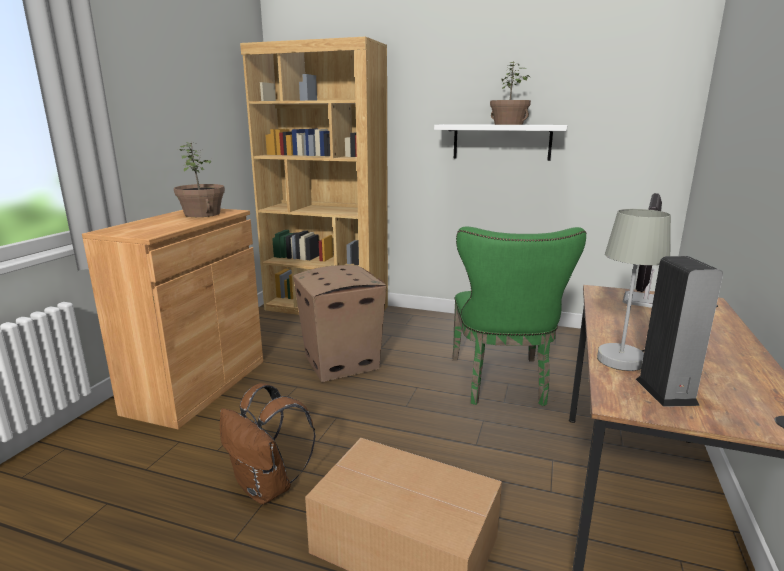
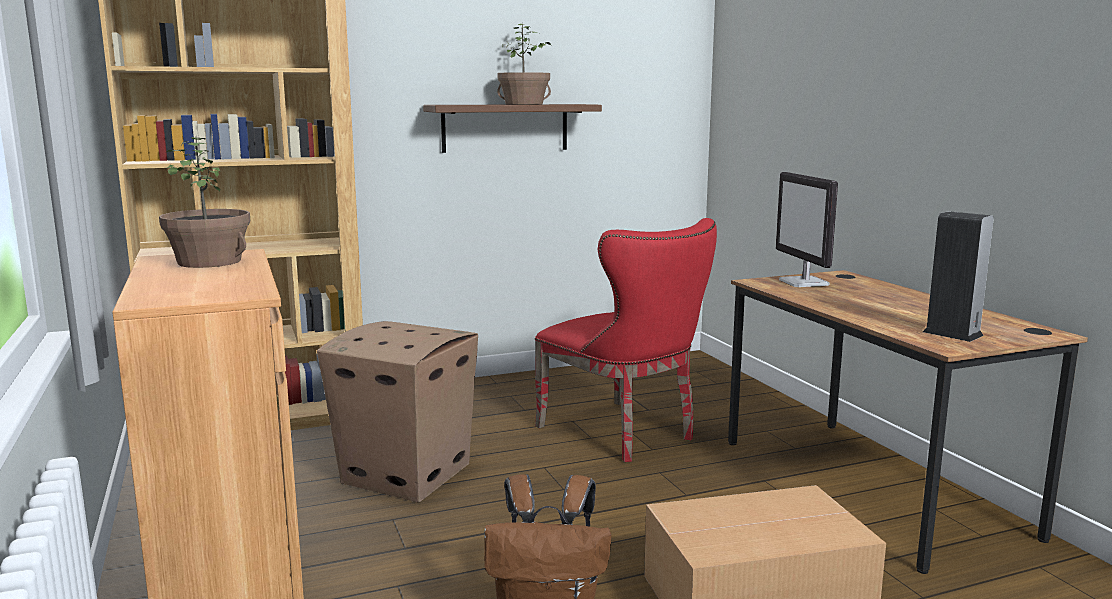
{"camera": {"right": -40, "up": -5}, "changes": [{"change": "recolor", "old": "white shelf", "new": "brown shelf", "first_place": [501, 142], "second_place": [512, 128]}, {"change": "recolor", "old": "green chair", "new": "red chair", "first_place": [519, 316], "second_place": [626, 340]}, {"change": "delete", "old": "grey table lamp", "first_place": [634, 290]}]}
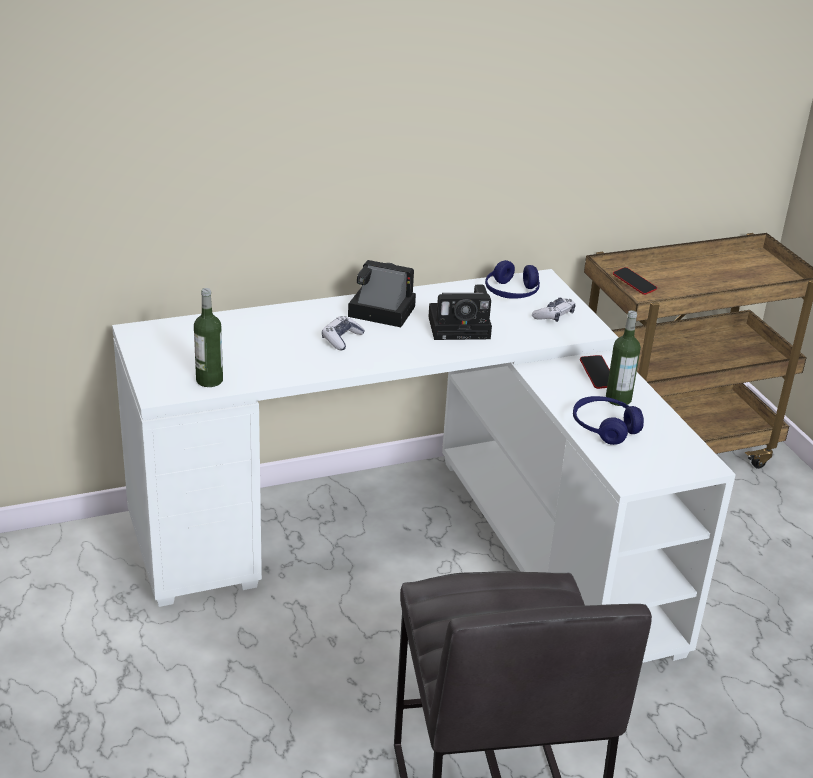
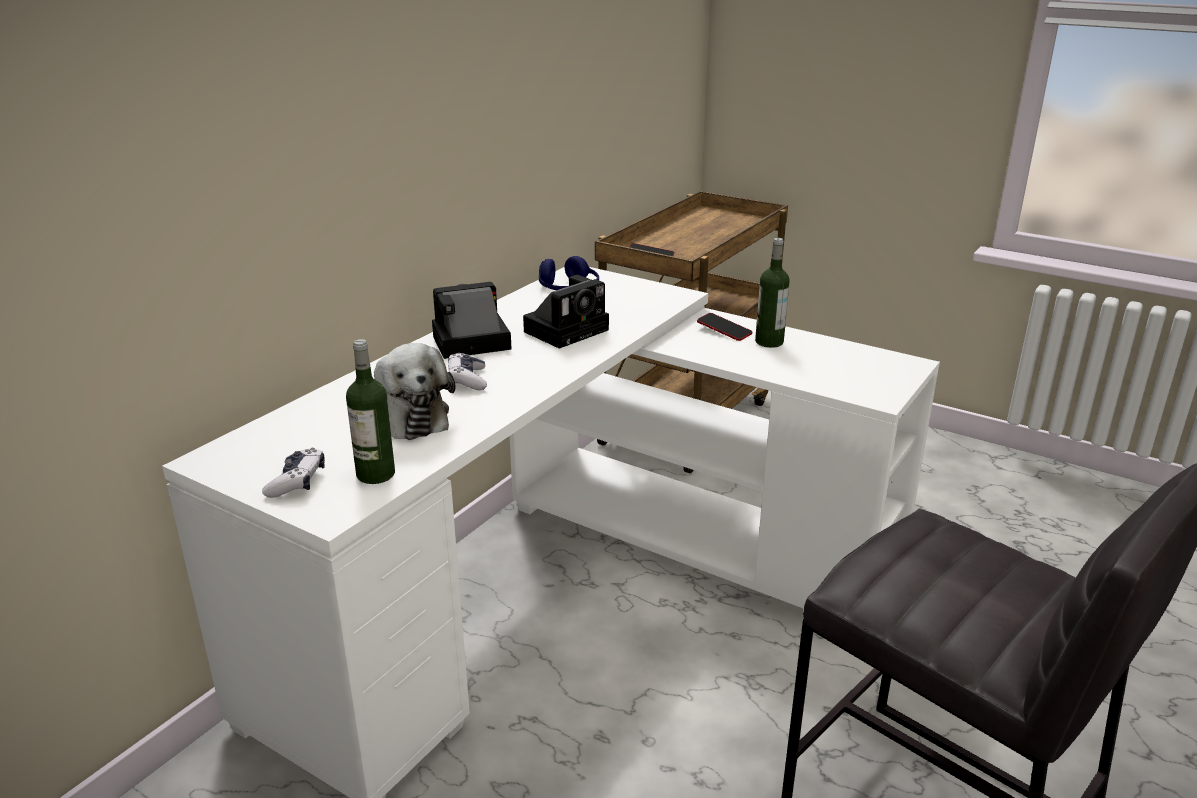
{"camera": {"right": -35, "up": -5}, "changes": [{"change": "move", "old": "game controller", "first_place": [554, 309], "second_place": [293, 473]}, {"change": "insert", "new": "plush toy", "second_place": [415, 391]}, {"change": "delete", "old": "blue headphones", "first_place": [608, 420]}]}
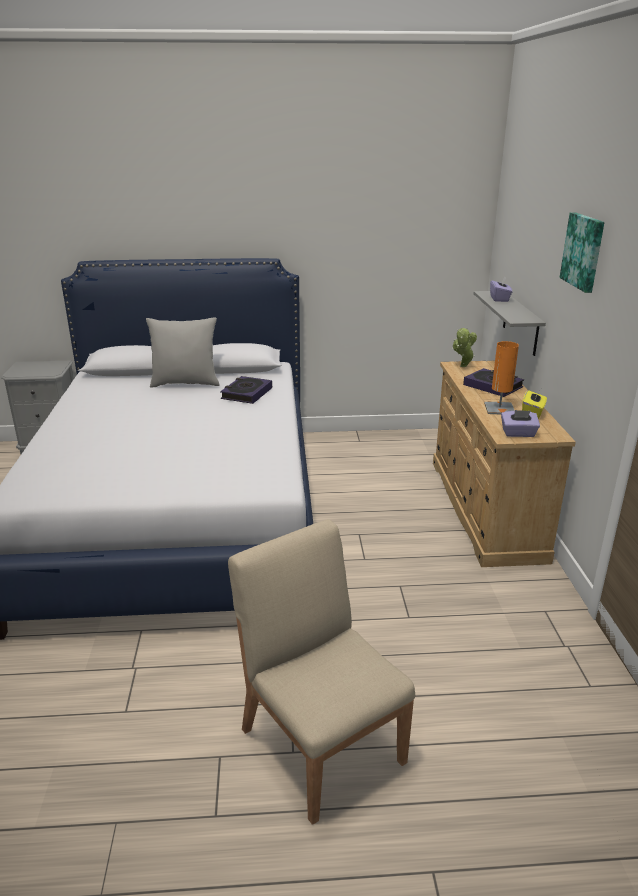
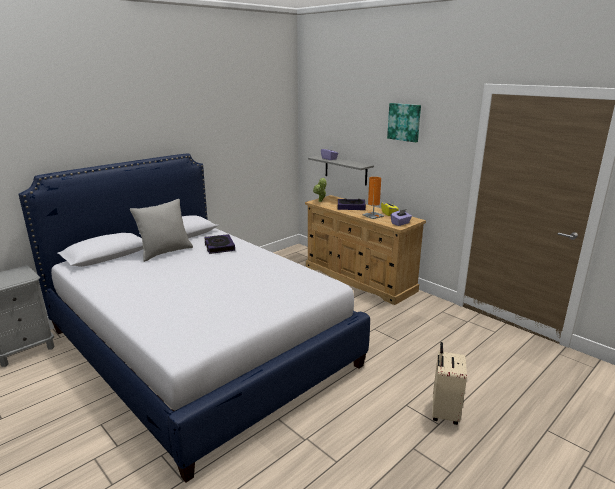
{"camera": {"right": -40, "up": -5}, "changes": [{"change": "replace", "old": "beige chair", "new": "beige suitcase", "first_place": [321, 672], "second_place": [449, 383]}]}
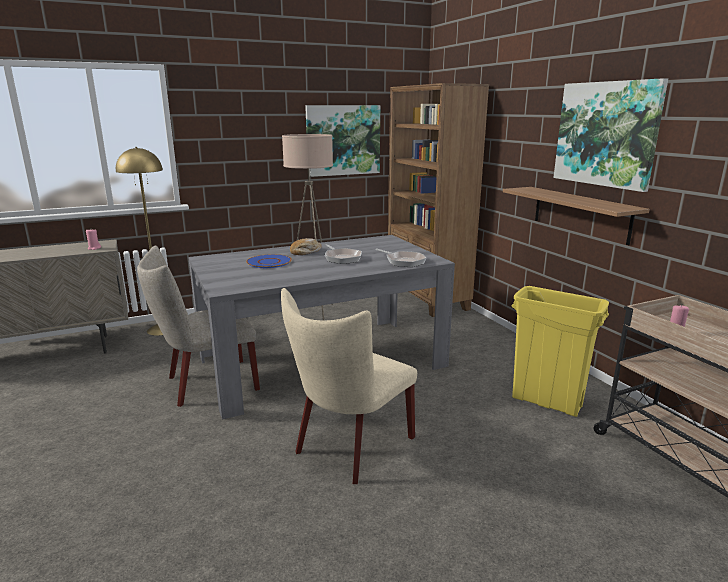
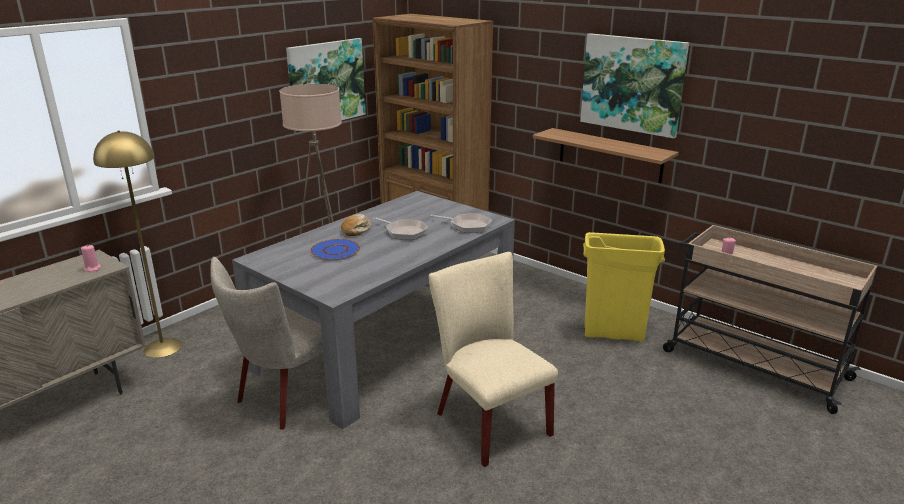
{"camera": {"right": -25, "up": 5}, "changes": [{"change": "rotate", "old": "beige chair", "first_place": [349, 386], "second_place": [493, 359], "degrees": 135}]}
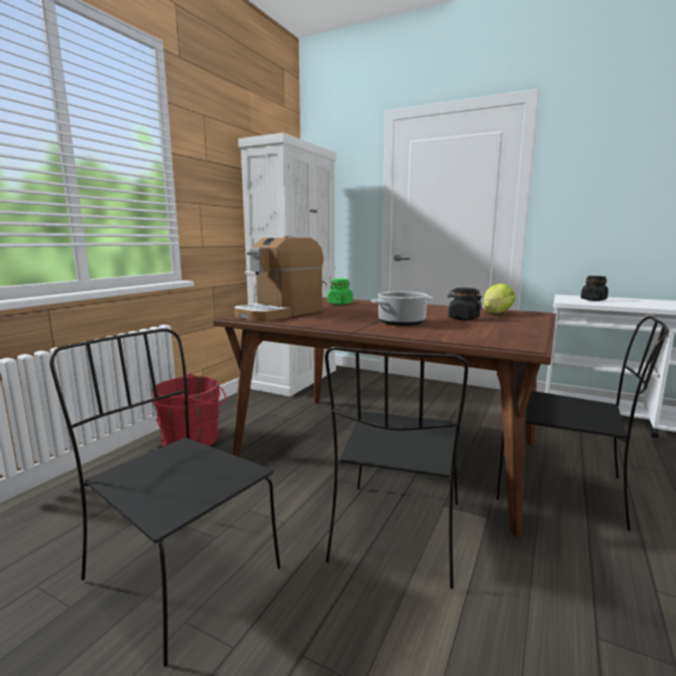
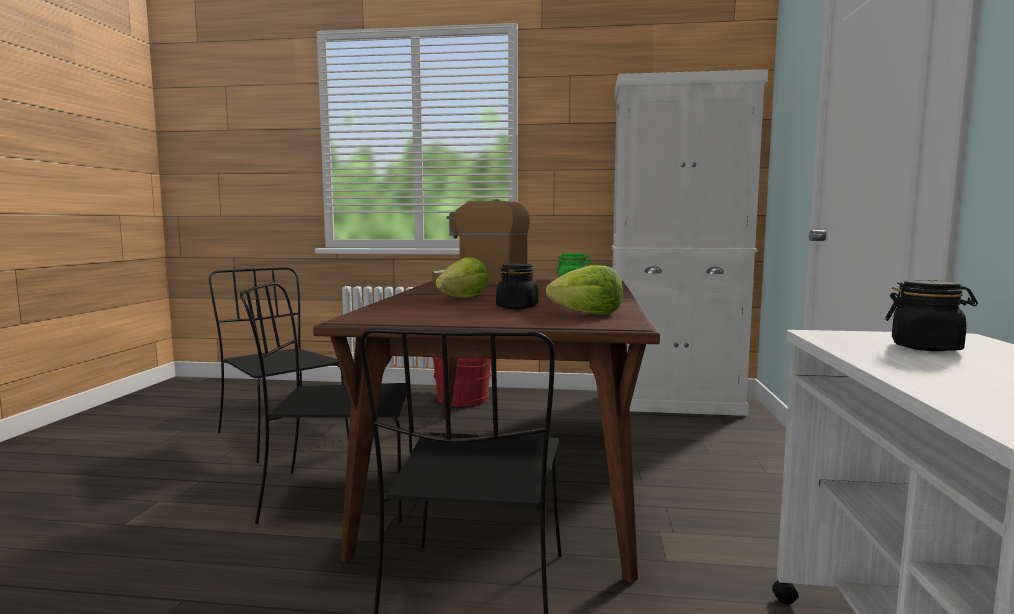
{"camera": {"right": 70, "up": -5}, "changes": [{"change": "rotate", "old": "black chair", "first_place": [165, 497], "second_place": [279, 365], "degrees": -60}, {"change": "replace", "old": "cooking pot", "new": "lettuce", "first_place": [402, 308], "second_place": [462, 277]}]}
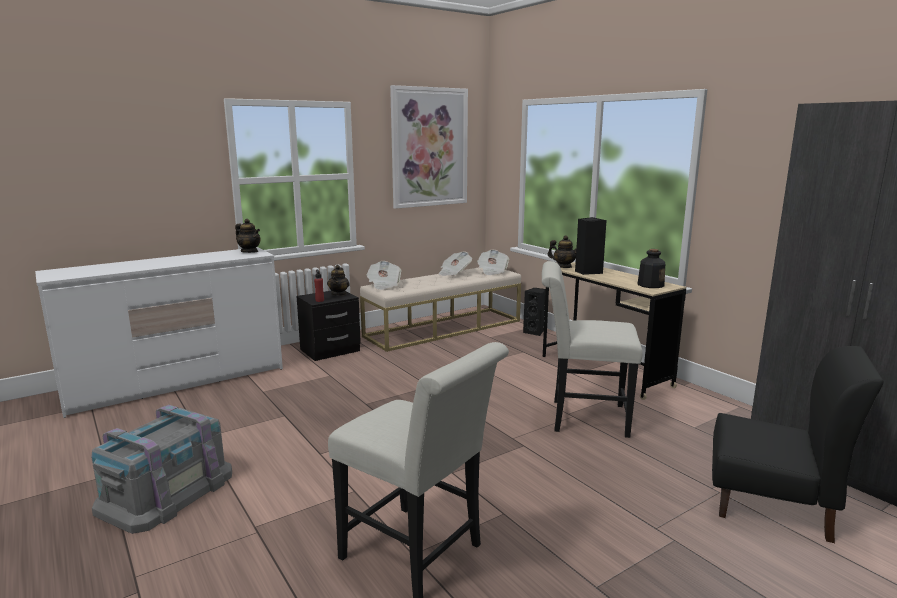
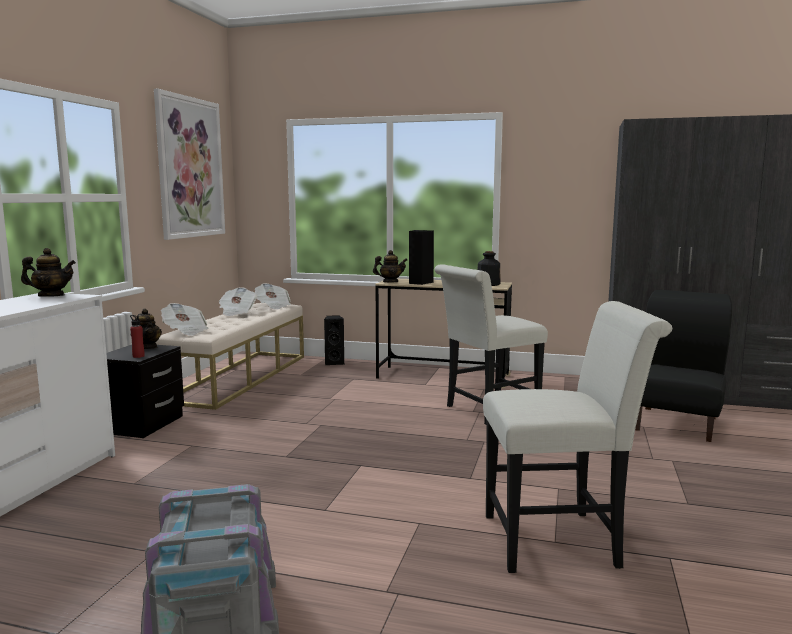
{"camera": {"right": -40, "up": -5}, "changes": [{"change": "rotate", "old": "black chair", "first_place": [798, 444], "second_place": [683, 366], "degrees": -45}]}
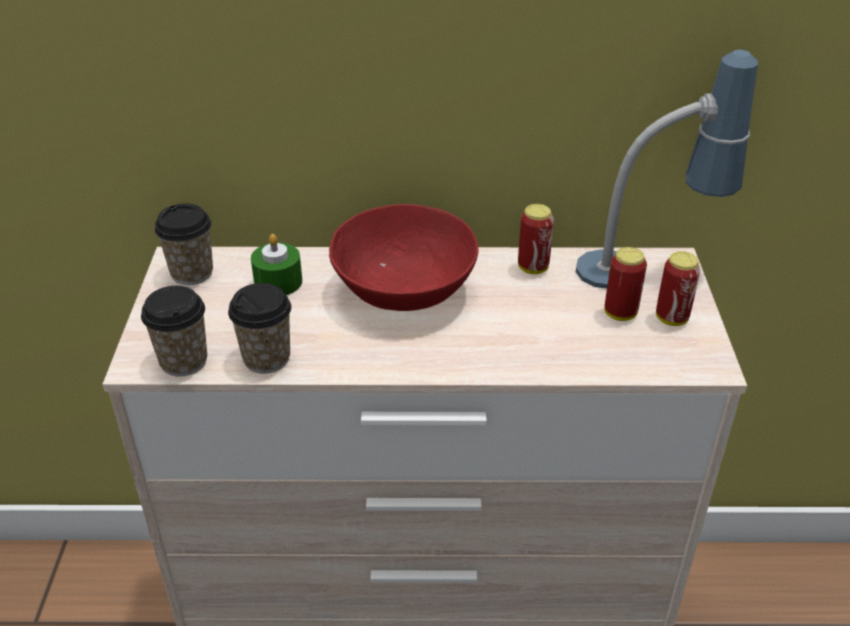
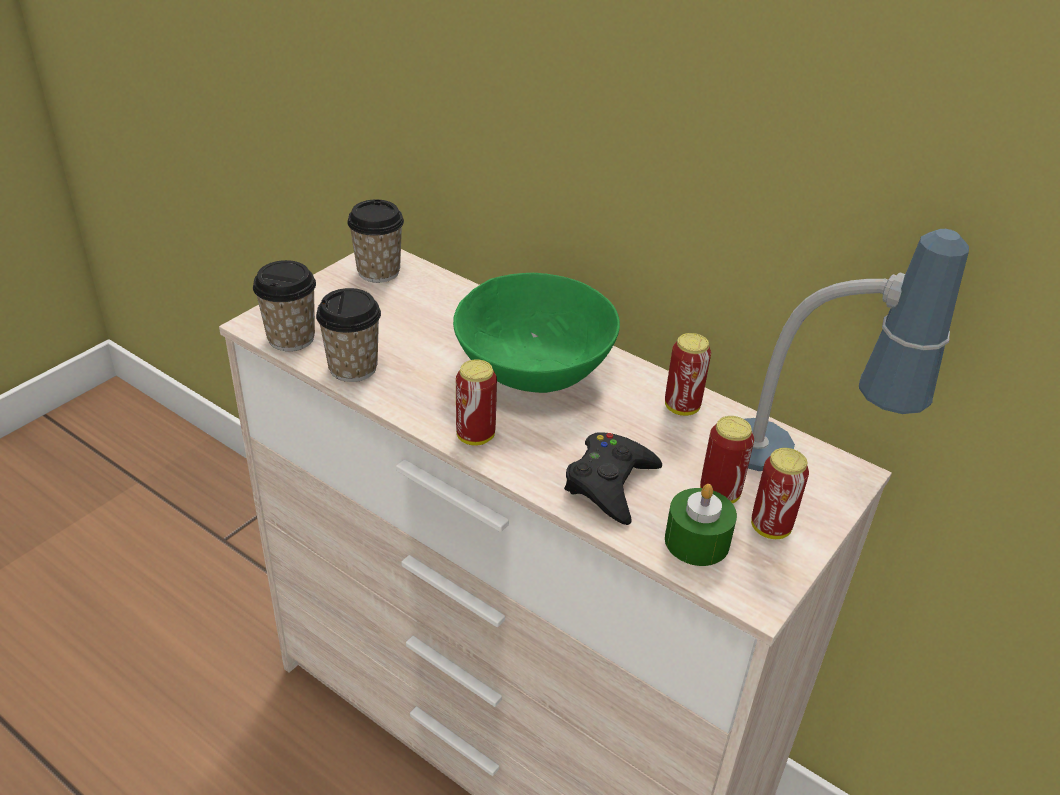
{"camera": {"right": 35, "up": 0}, "changes": [{"change": "recolor", "old": "red bowl", "new": "green bowl", "first_place": [403, 257], "second_place": [536, 333]}, {"change": "insert", "new": "can", "second_place": [476, 402]}, {"change": "insert", "new": "black game controller", "second_place": [613, 478]}, {"change": "move", "old": "green candle", "first_place": [276, 264], "second_place": [701, 525]}]}
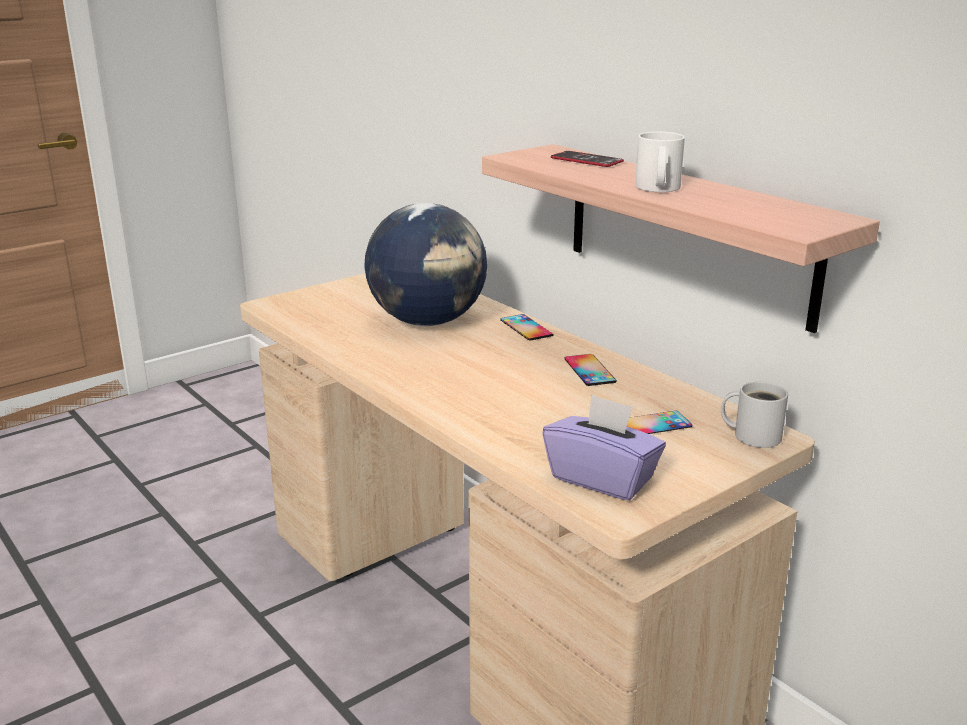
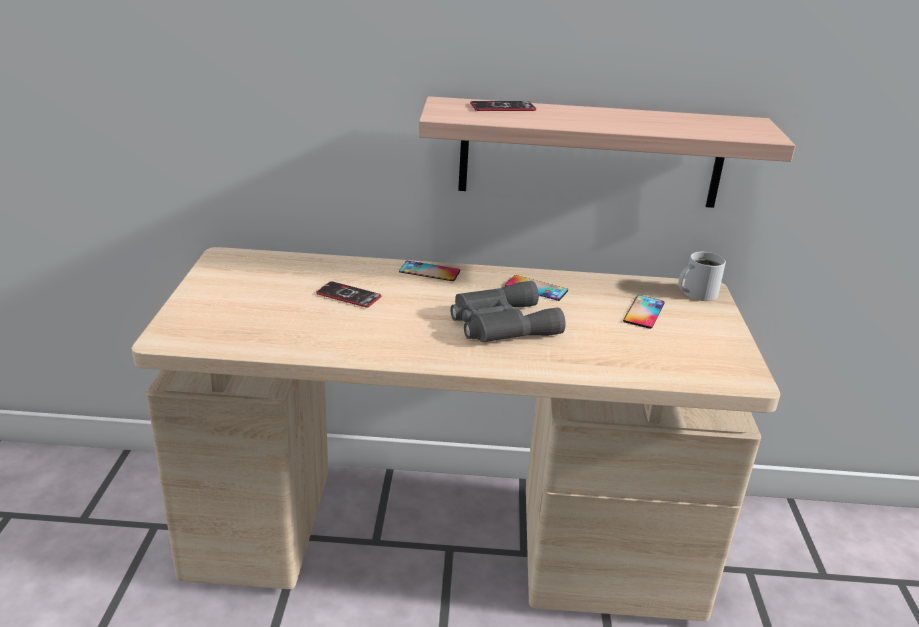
{"camera": {"right": -50, "up": 5}, "changes": [{"change": "replace", "old": "globe", "new": "phone", "first_place": [425, 264], "second_place": [348, 294]}, {"change": "insert", "new": "grey binoculars", "second_place": [508, 311]}, {"change": "delete", "old": "purple tissue box", "first_place": [604, 447]}, {"change": "delete", "old": "white mug", "first_place": [660, 161]}]}
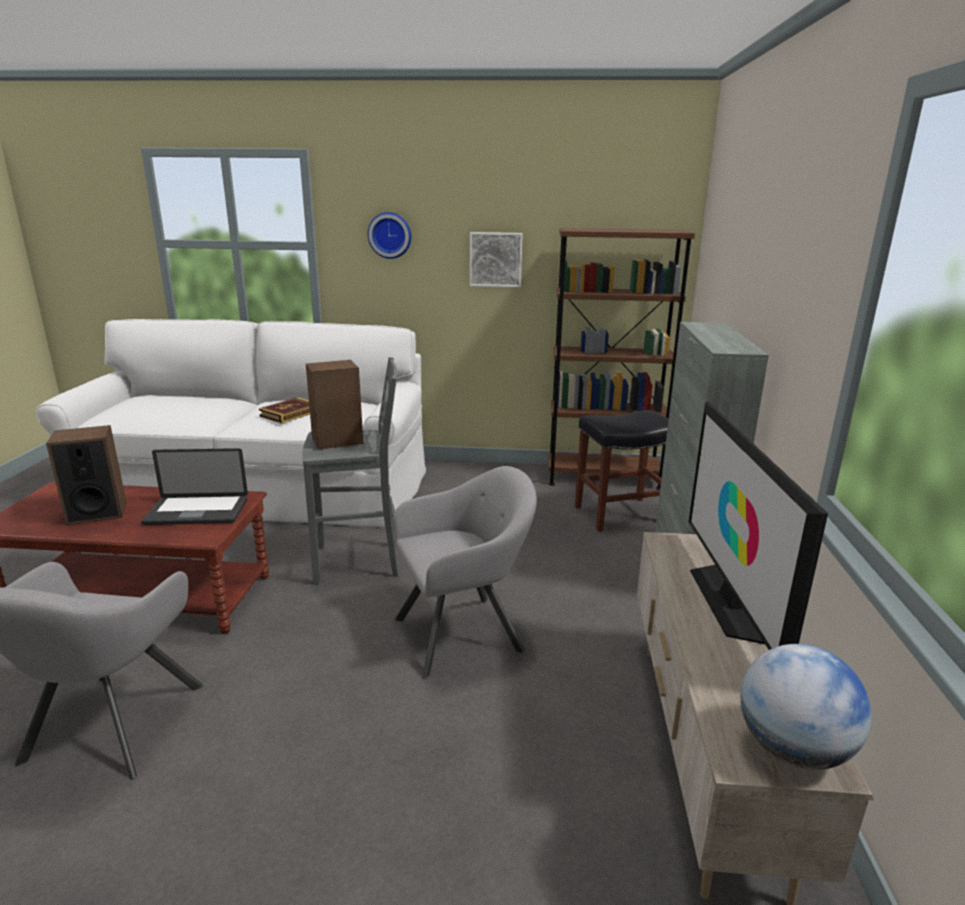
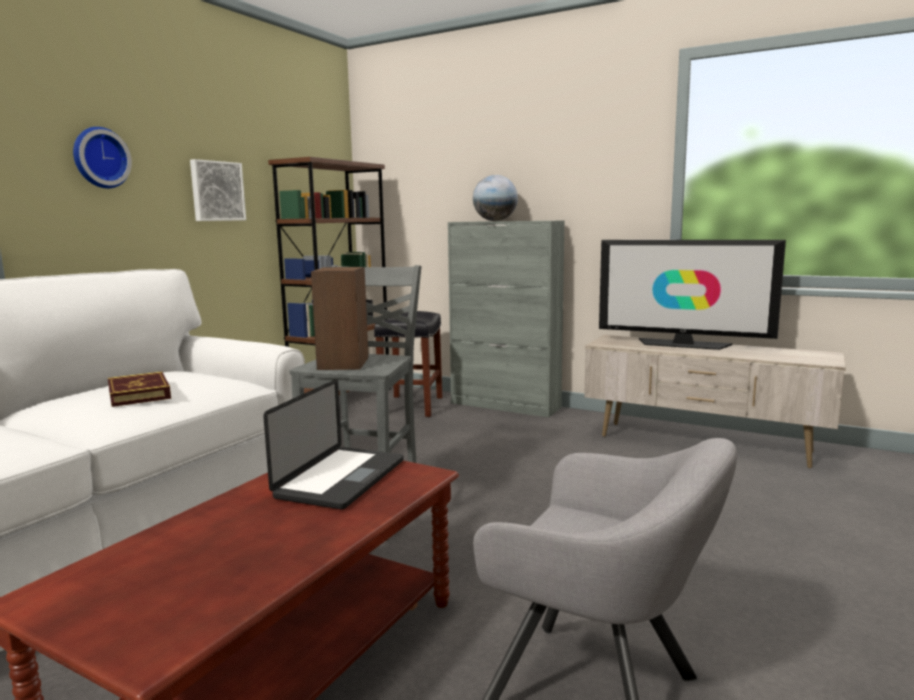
{"camera": {"right": -65, "up": -10}, "changes": [{"change": "move", "old": "globe", "first_place": [806, 707], "second_place": [495, 198]}, {"change": "delete", "old": "speaker", "first_place": [86, 475]}, {"change": "delete", "old": "grey armchair", "first_place": [465, 572]}]}
